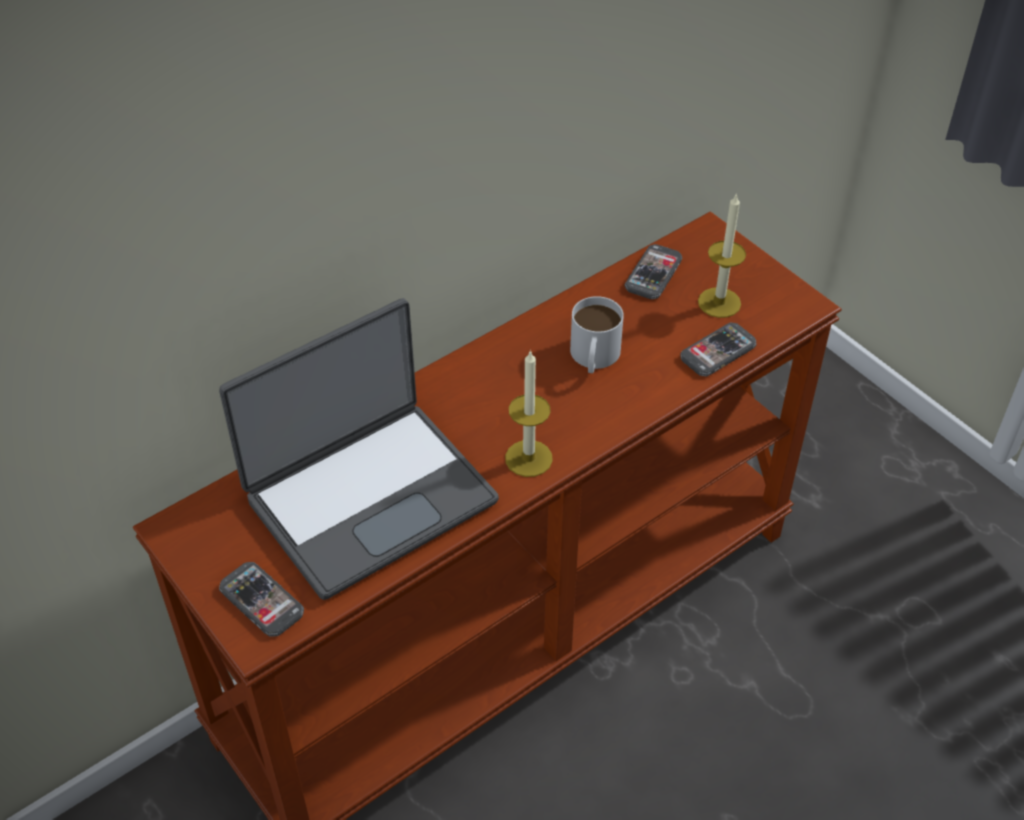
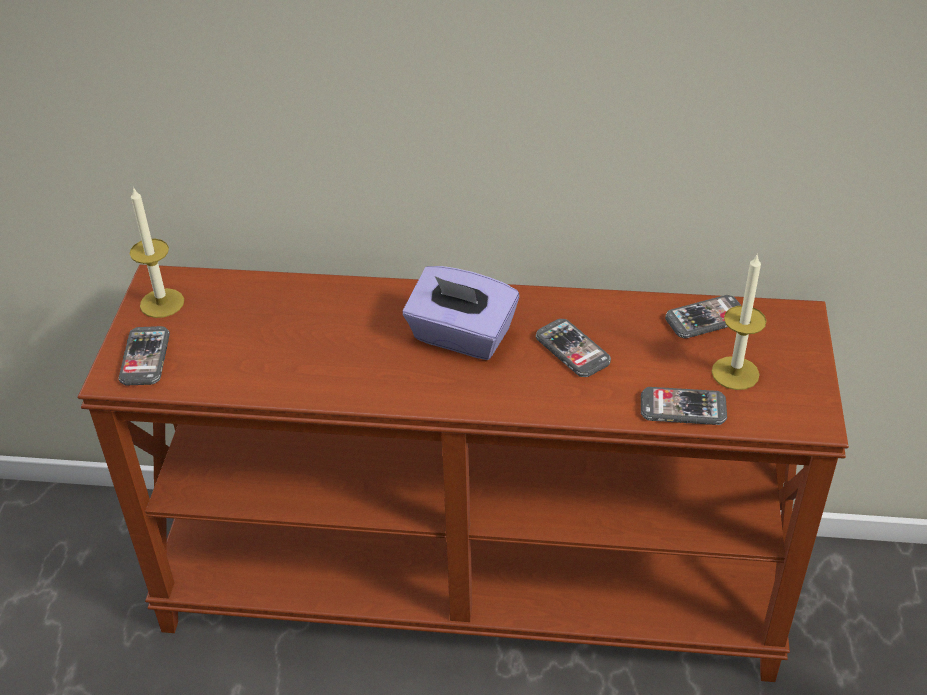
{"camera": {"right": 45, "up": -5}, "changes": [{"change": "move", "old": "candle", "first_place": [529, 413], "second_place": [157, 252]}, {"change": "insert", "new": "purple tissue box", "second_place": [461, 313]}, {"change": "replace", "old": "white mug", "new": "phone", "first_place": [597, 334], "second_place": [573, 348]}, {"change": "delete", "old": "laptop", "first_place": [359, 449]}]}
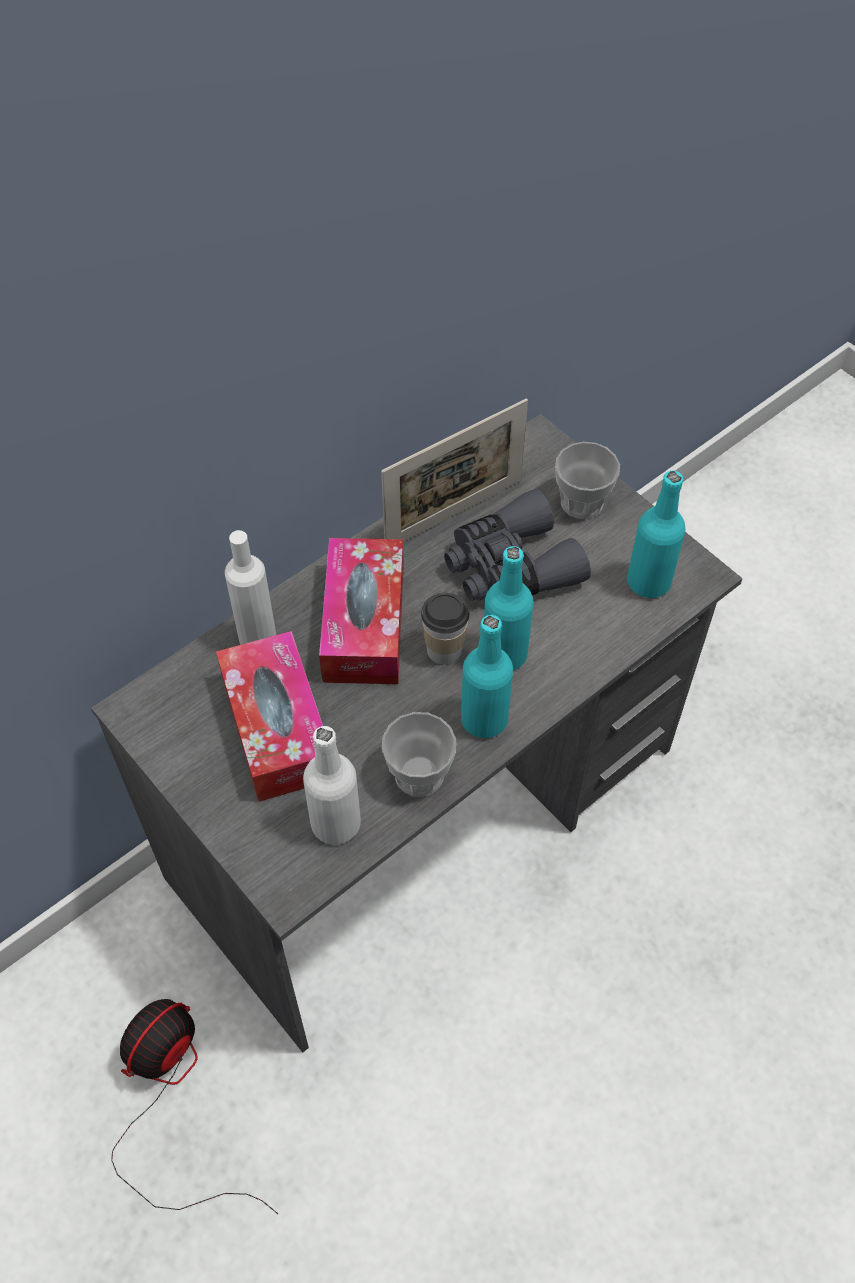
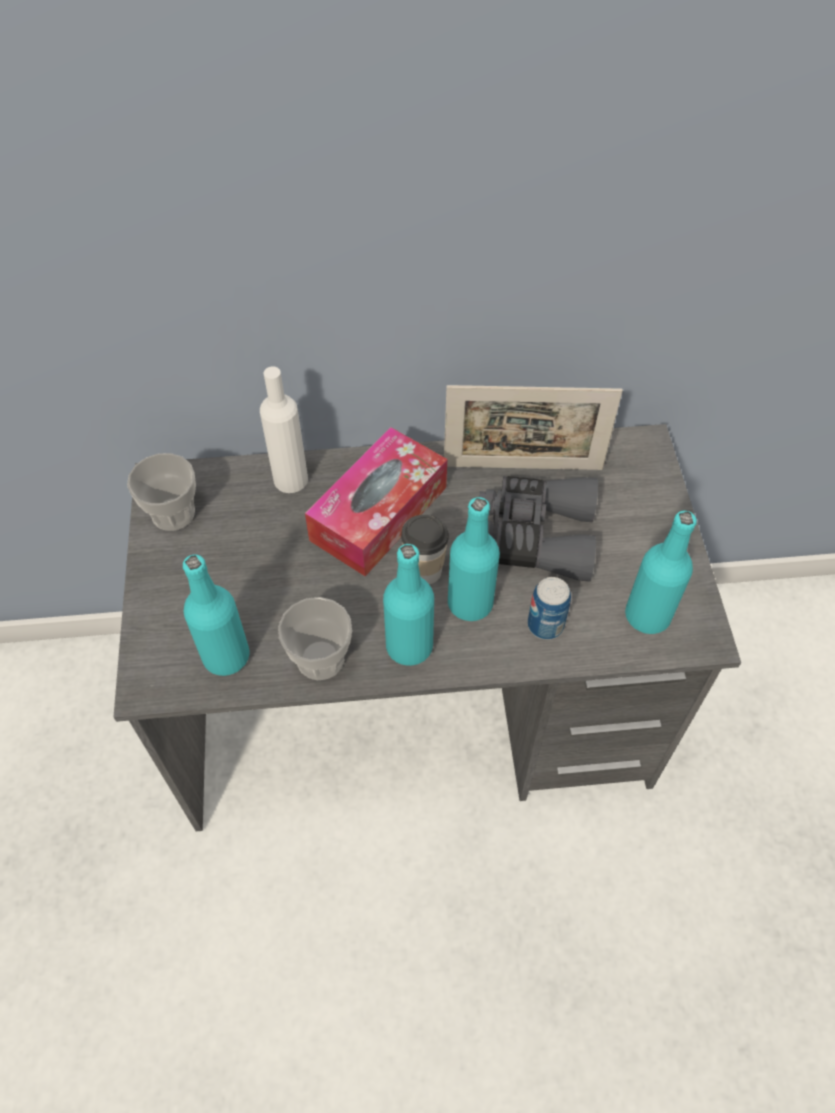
{"camera": {"right": 35, "up": 0}, "changes": [{"change": "move", "old": "cup", "first_place": [587, 480], "second_place": [161, 492]}, {"change": "recolor", "old": "white bottle", "new": "turquoise bottle", "first_place": [332, 785], "second_place": [216, 615]}, {"change": "insert", "new": "can", "second_place": [549, 608]}, {"change": "delete", "old": "fan", "first_place": [194, 1106]}, {"change": "delete", "old": "tissue box", "first_place": [269, 716]}]}
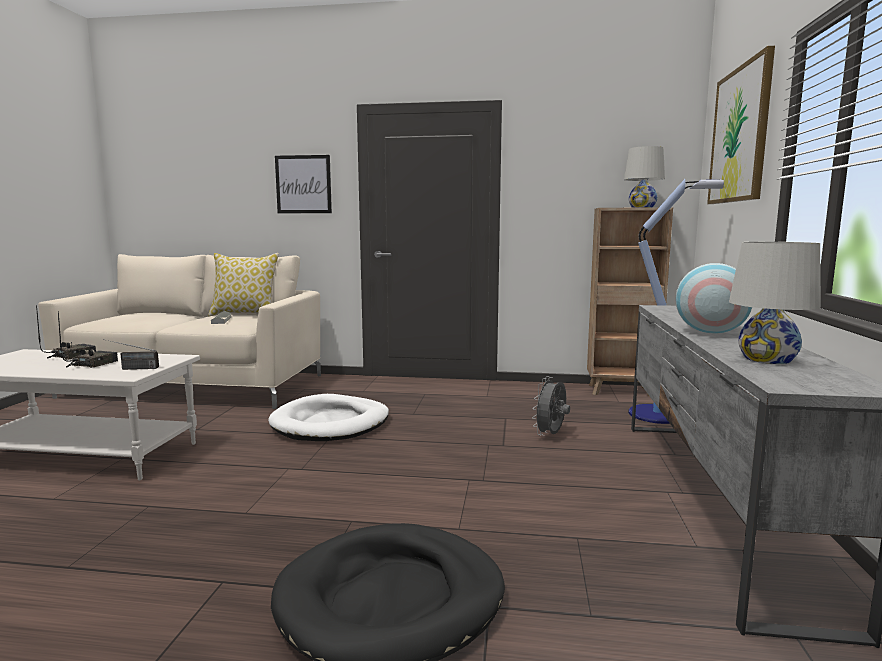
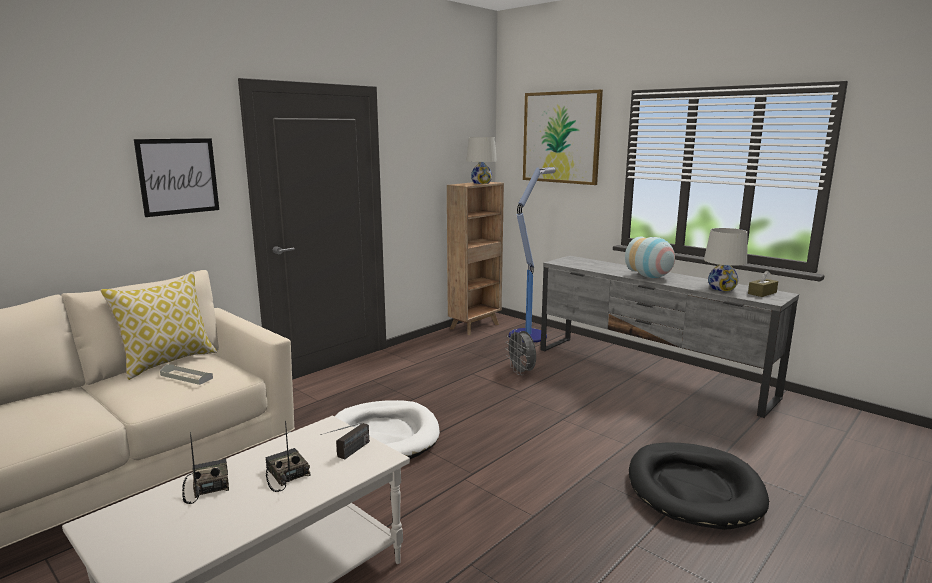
{"camera": {"right": -55, "up": 5}, "changes": [{"change": "insert", "new": "brown tissue box", "second_place": [763, 283]}]}
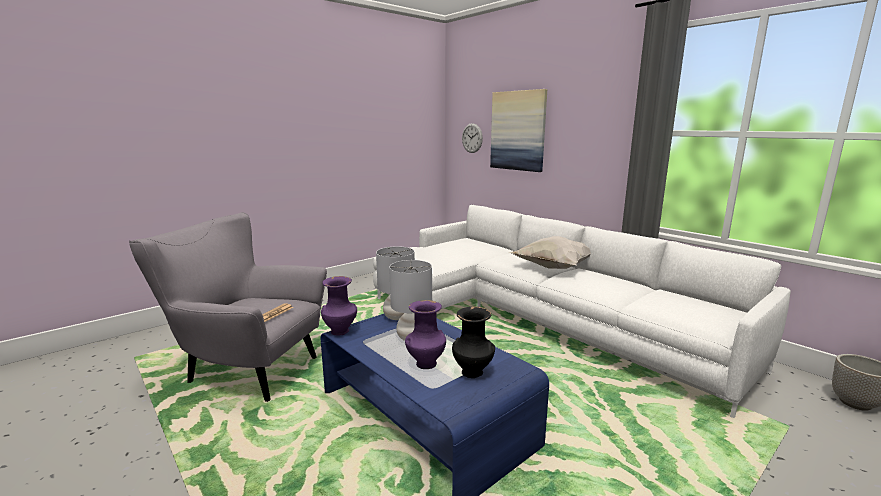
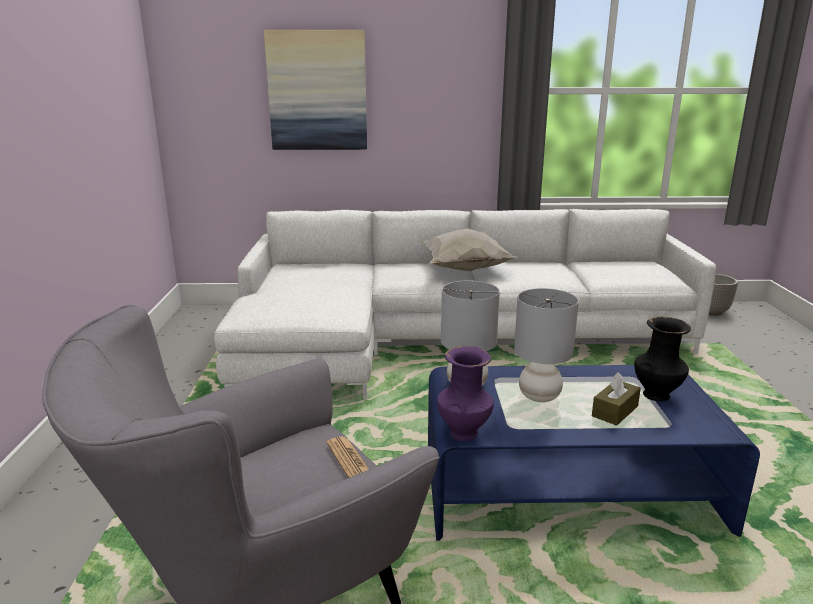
{"camera": {"right": -50, "up": 5}, "changes": [{"change": "replace", "old": "purple vase", "new": "brown tissue box", "first_place": [425, 334], "second_place": [616, 399]}, {"change": "delete", "old": "wall clock", "first_place": [472, 138]}]}
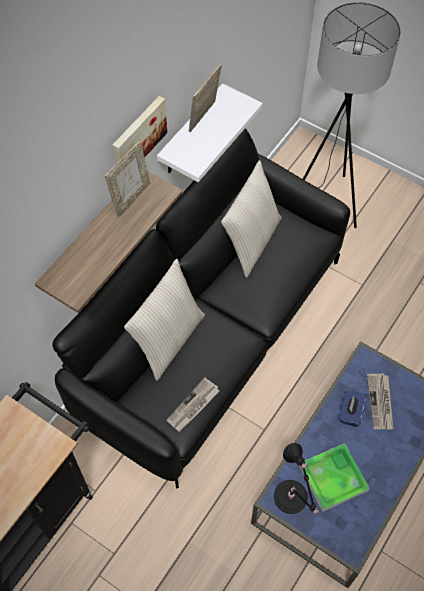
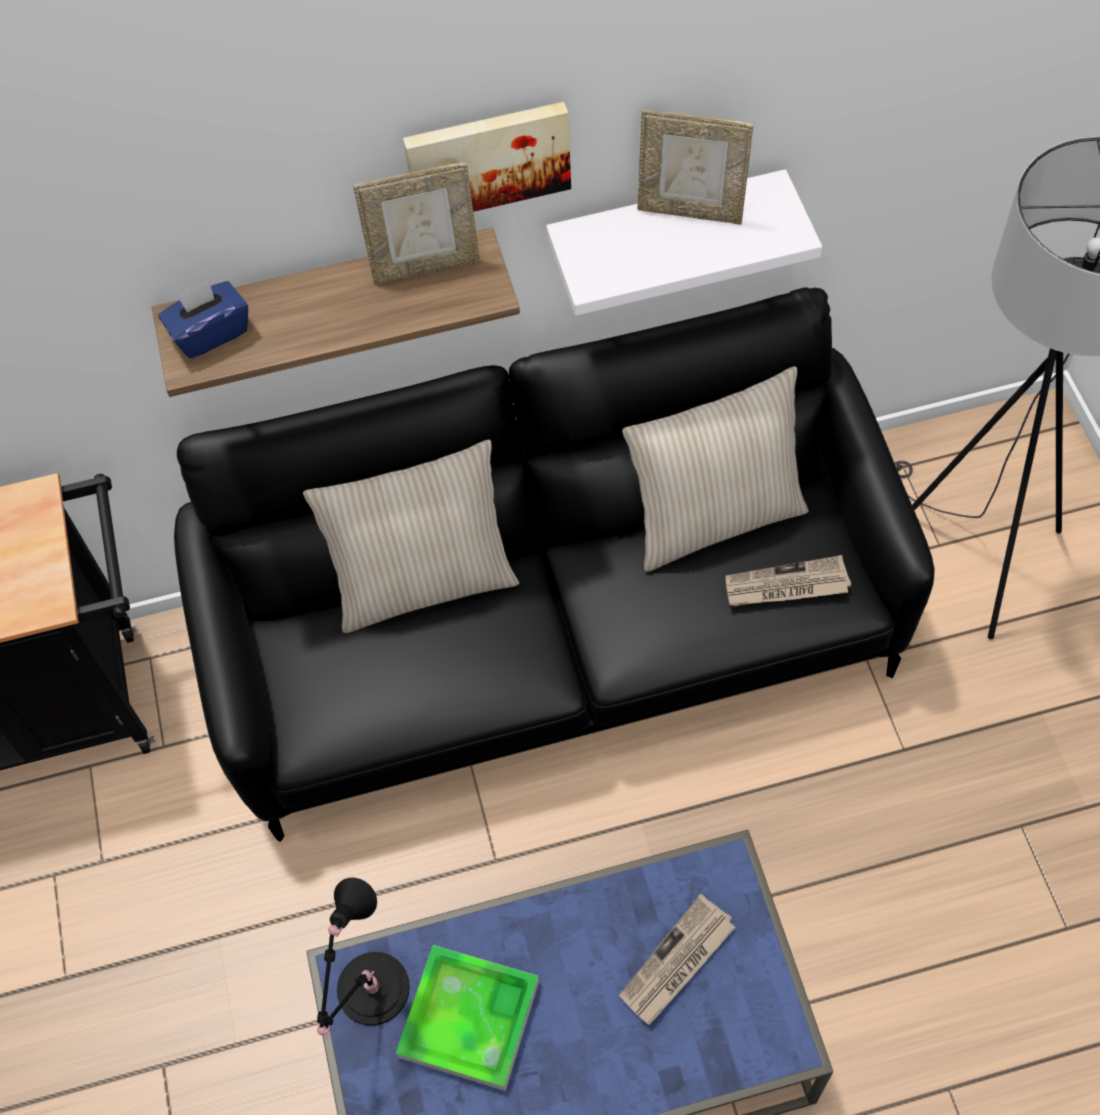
{"camera": {"right": 45, "up": 0}, "changes": [{"change": "move", "old": "blue tissue box", "first_place": [353, 409], "second_place": [203, 320]}, {"change": "rotate", "old": "picture frame", "first_place": [205, 98], "second_place": [695, 167], "degrees": -150}, {"change": "move", "old": "newspaper", "first_place": [193, 404], "second_place": [788, 581]}]}
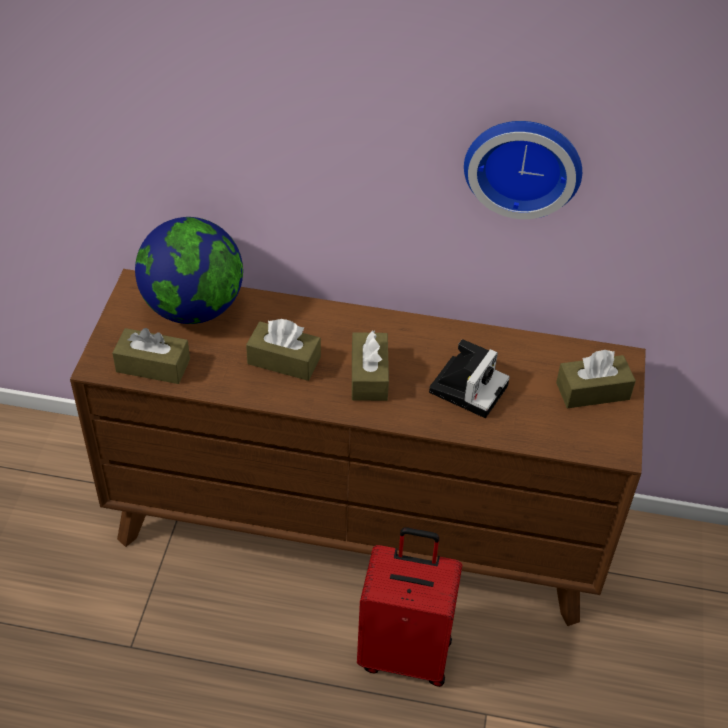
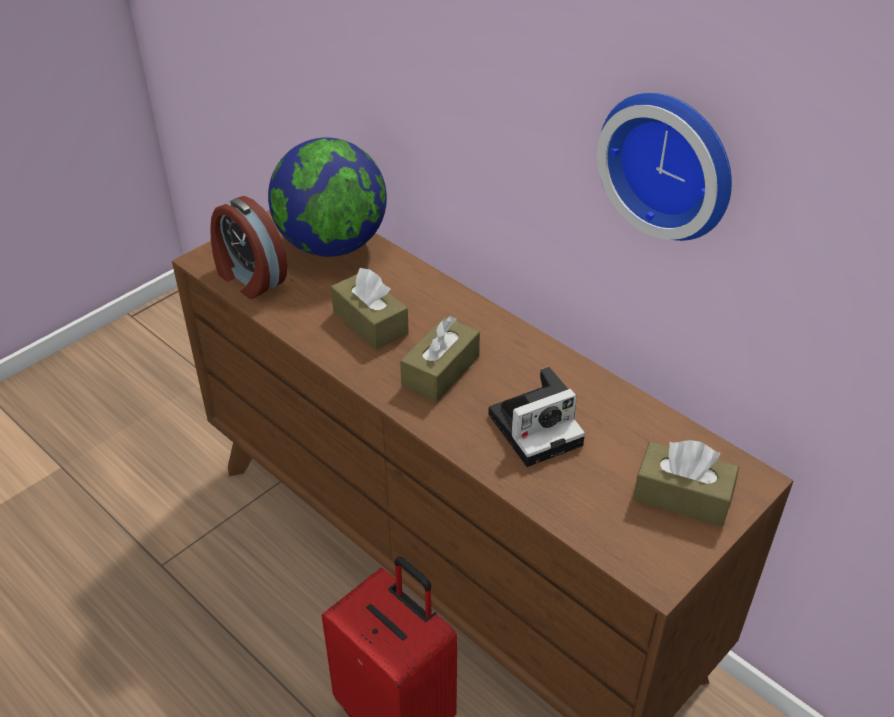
{"camera": {"right": 35, "up": -5}, "changes": [{"change": "replace", "old": "brown tissue box", "new": "alarm clock", "first_place": [151, 356], "second_place": [248, 247]}]}
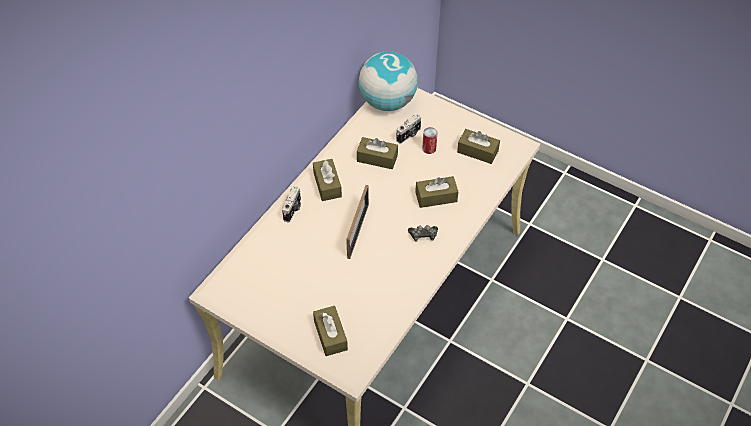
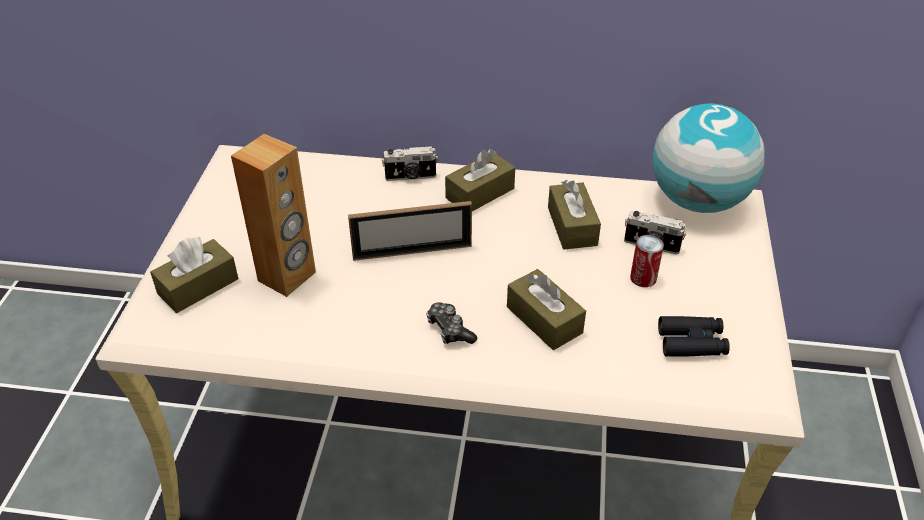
{"camera": {"right": 65, "up": -10}, "changes": [{"change": "insert", "new": "brown speaker", "second_place": [273, 215]}, {"change": "replace", "old": "brown tissue box", "new": "black binoculars", "first_place": [478, 146], "second_place": [694, 336]}]}
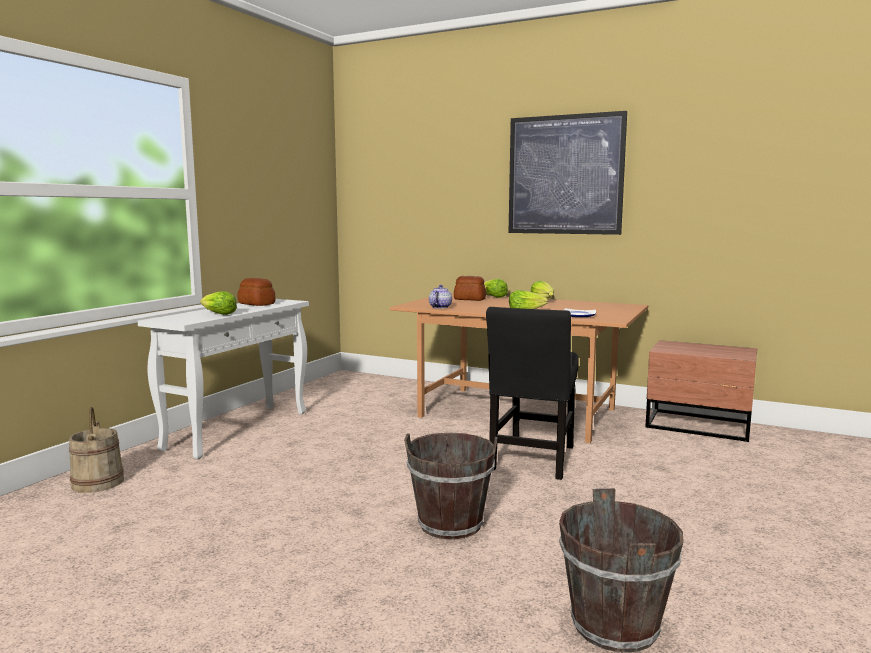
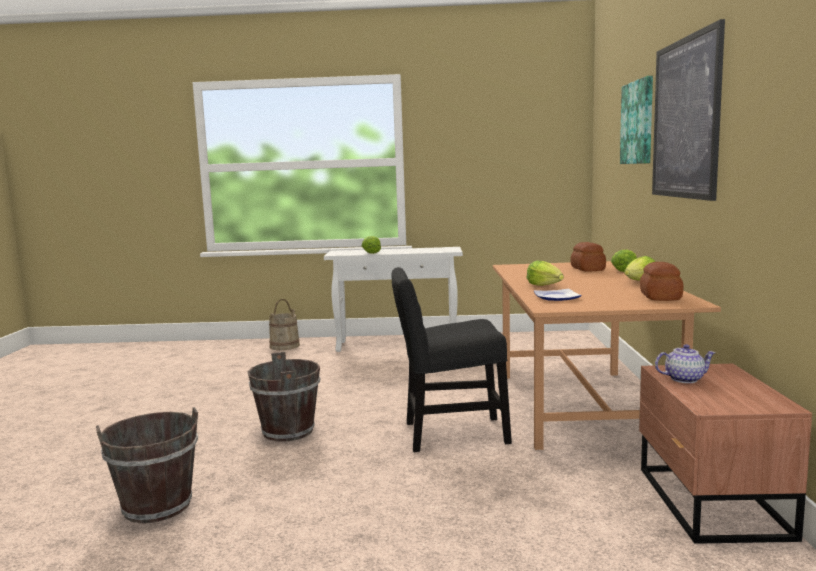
{"camera": {"right": 65, "up": 0}, "changes": [{"change": "insert", "new": "picture", "second_place": [636, 120]}, {"change": "move", "old": "bread", "first_place": [257, 292], "second_place": [662, 281]}, {"change": "move", "old": "teapot", "first_place": [440, 297], "second_place": [685, 363]}]}
